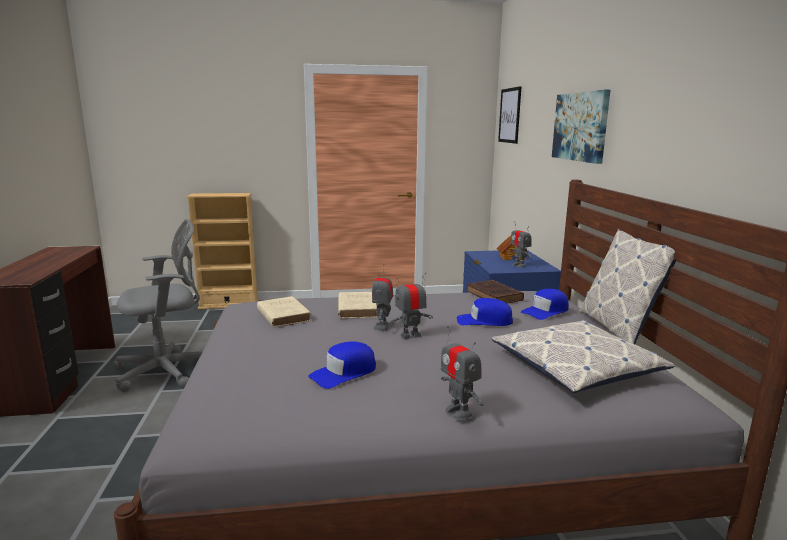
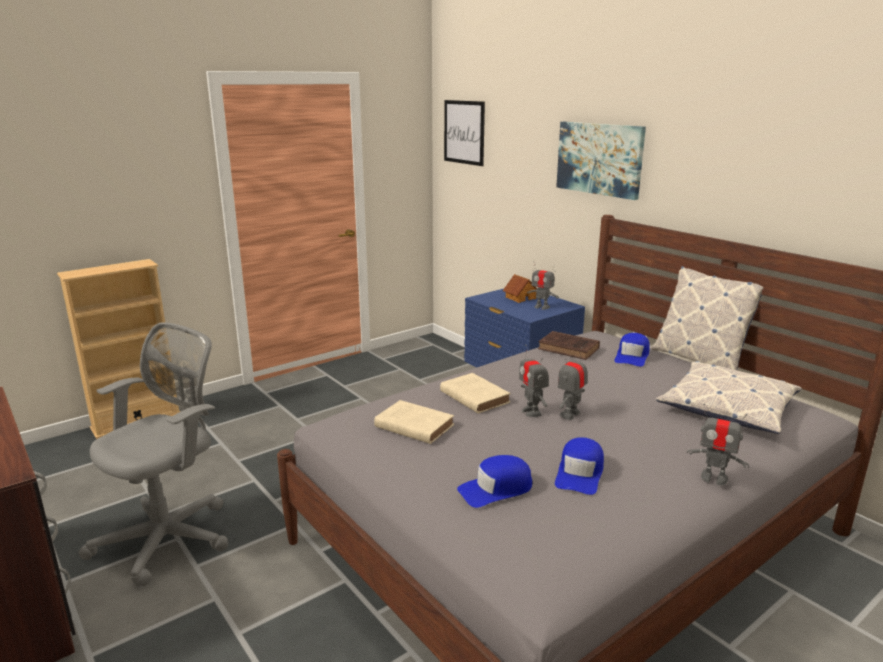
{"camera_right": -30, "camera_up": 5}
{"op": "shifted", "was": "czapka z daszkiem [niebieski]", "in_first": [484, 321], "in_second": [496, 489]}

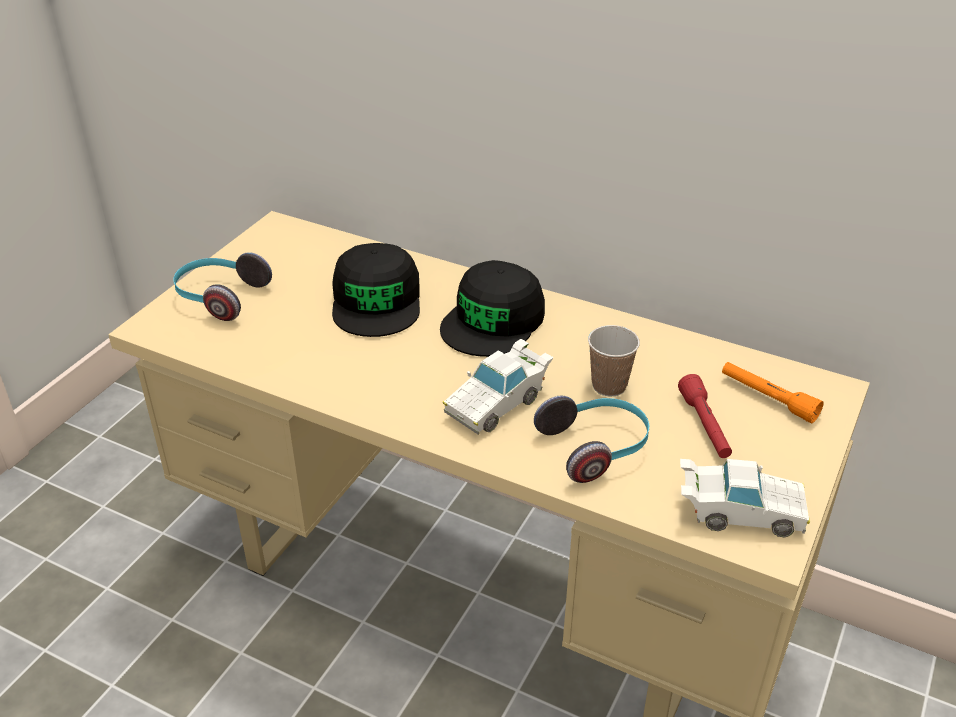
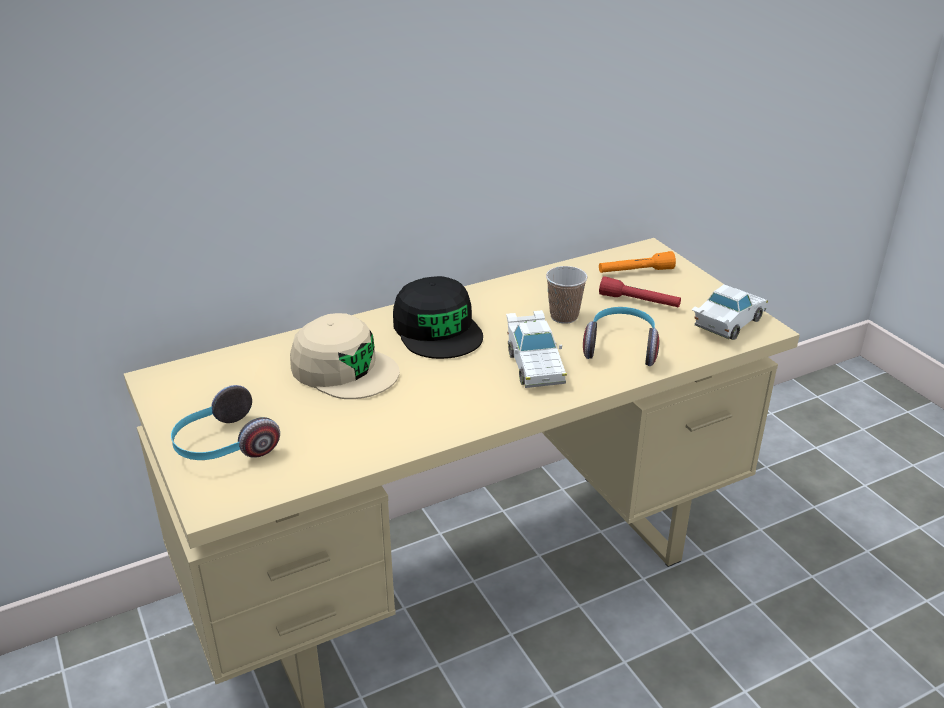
{"camera_right": -55, "camera_up": -5}
{"op": "repainted", "was": "czapka z daszkiem [czarny]", "now": "czapka z daszkiem [beżowy]", "in_first": [377, 301], "in_second": [344, 369]}

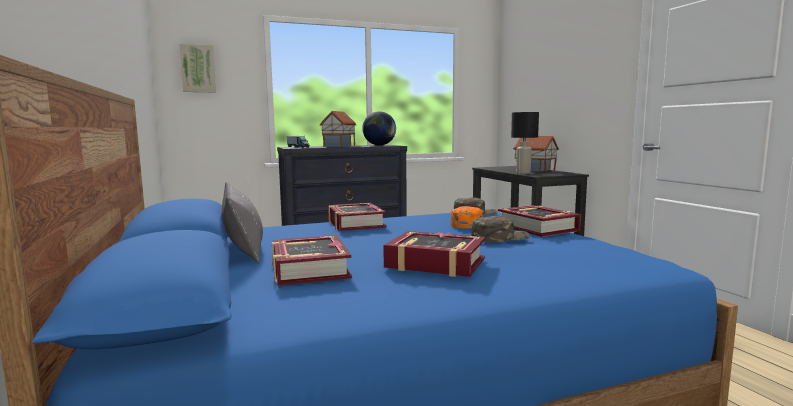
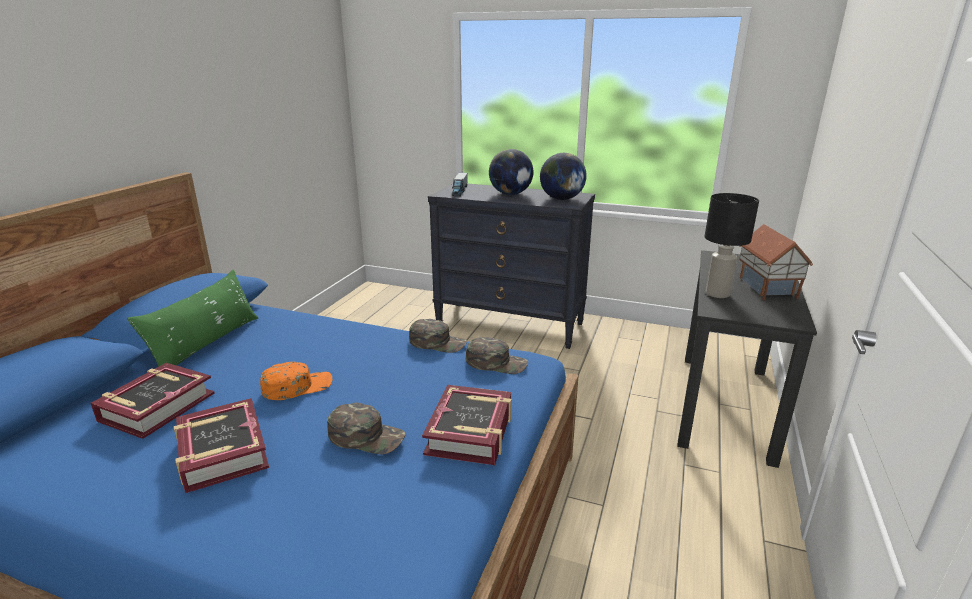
{"camera_right": 40, "camera_up": 15}
{"op": "gone", "was": "obraz", "in_first": [198, 68]}
{"op": "gone", "was": "książka", "in_first": [355, 223]}
{"op": "new", "now": "czapka z daszkiem [zielony]", "in_second": [438, 342]}
{"op": "shifted", "was": "czapka z daszkiem [pomarańczowy]", "in_first": [468, 224], "in_second": [297, 386]}
{"op": "swapped", "was": "domek", "now": "globus", "in_first": [340, 146], "in_second": [510, 194]}
{"op": "repainted", "was": "poduszka [szary]", "now": "poduszka [zielony]", "in_first": [243, 246], "in_second": [207, 344]}

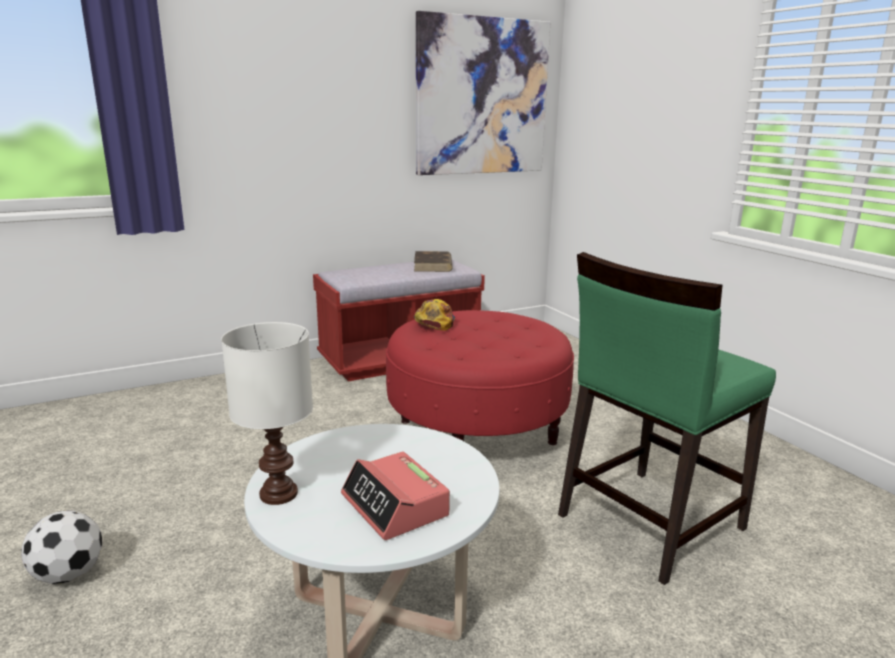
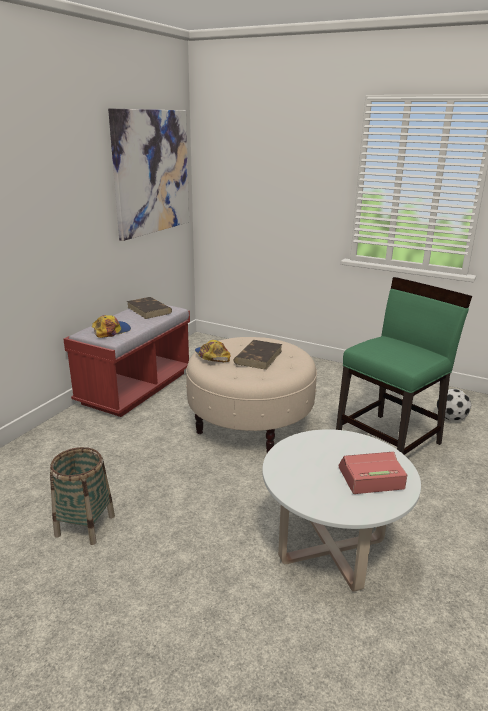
{"camera_right": -35, "camera_up": 5}
{"op": "gone", "was": "lampa stołowa [biały]", "in_first": [280, 494]}
{"op": "new", "now": "koszyk", "in_second": [85, 525]}
{"op": "new", "now": "czapka z daszkiem", "in_second": [111, 331]}
{"op": "new", "now": "książka [brązowy]", "in_second": [258, 357]}
{"op": "shifted", "was": "piłka futbolowa", "in_first": [69, 574], "in_second": [450, 418]}
{"op": "repainted", "was": "pufa [czerwony]", "now": "pufa [beżowy]", "in_first": [476, 431], "in_second": [250, 423]}
{"op": "rotated", "was": "budzik", "in_first": [395, 506], "in_second": [370, 478], "clockwise": 150}
{"op": "rotated", "was": "krzesło [zielony]", "in_first": [648, 521], "in_second": [389, 442], "clockwise": -150}

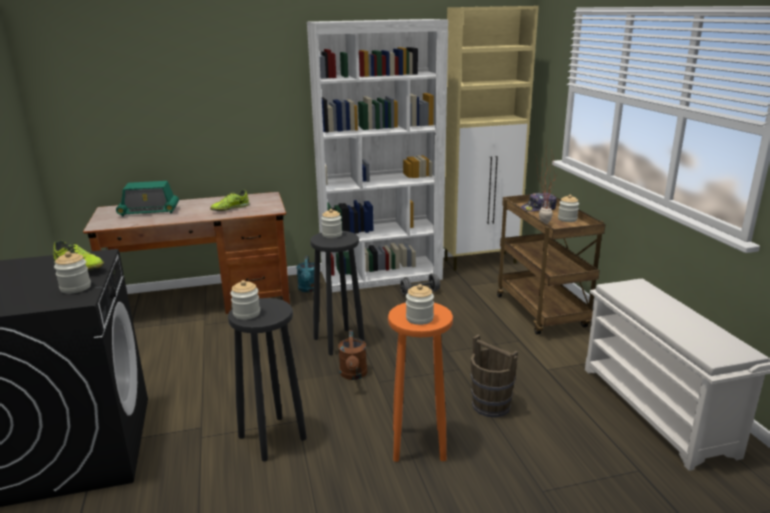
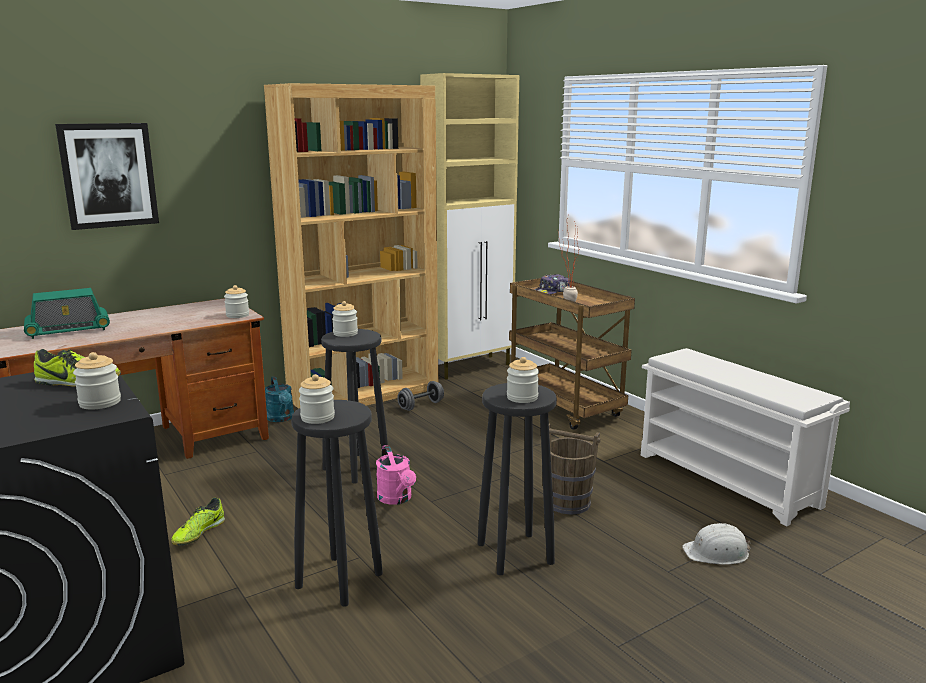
{"camera_right": -20, "camera_up": -5}
{"op": "new", "now": "obraz", "in_second": [109, 175]}
{"op": "new", "now": "kask [biały]", "in_second": [717, 552]}
{"op": "shifted", "was": "but", "in_first": [230, 209], "in_second": [198, 533]}
{"op": "shifted", "was": "słoik", "in_first": [567, 219], "in_second": [237, 315]}
{"op": "repainted", "was": "regał [biały]", "now": "regał [brązowy]", "in_first": [382, 276], "in_second": [364, 394]}
{"op": "repainted", "was": "konewka [brązowy]", "now": "konewka [różowy]", "in_first": [353, 375], "in_second": [397, 499]}
{"op": "repainted", "was": "stołek [pomarańczowy]", "now": "stołek [czarny]", "in_first": [418, 443], "in_second": [514, 552]}

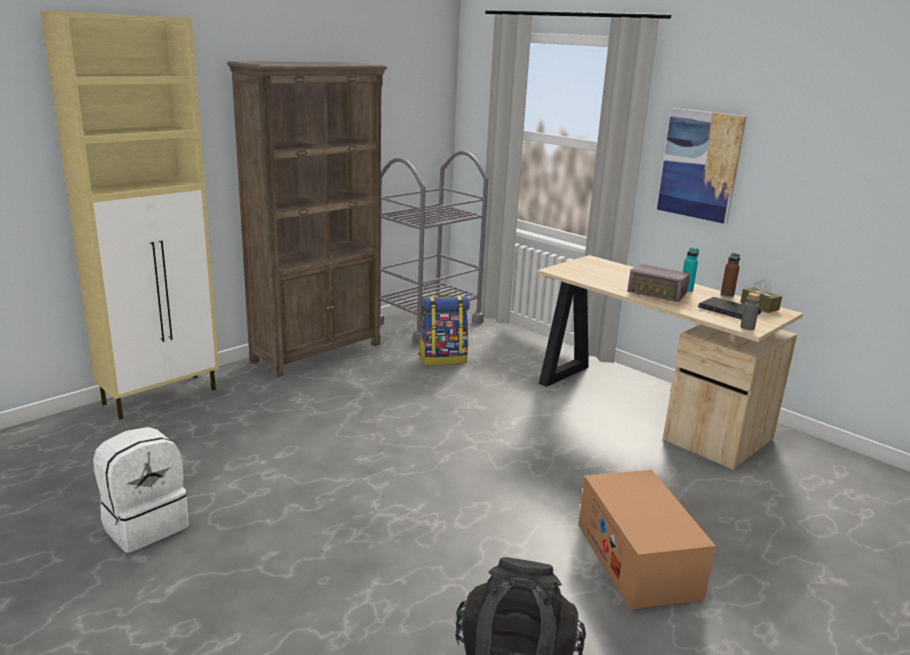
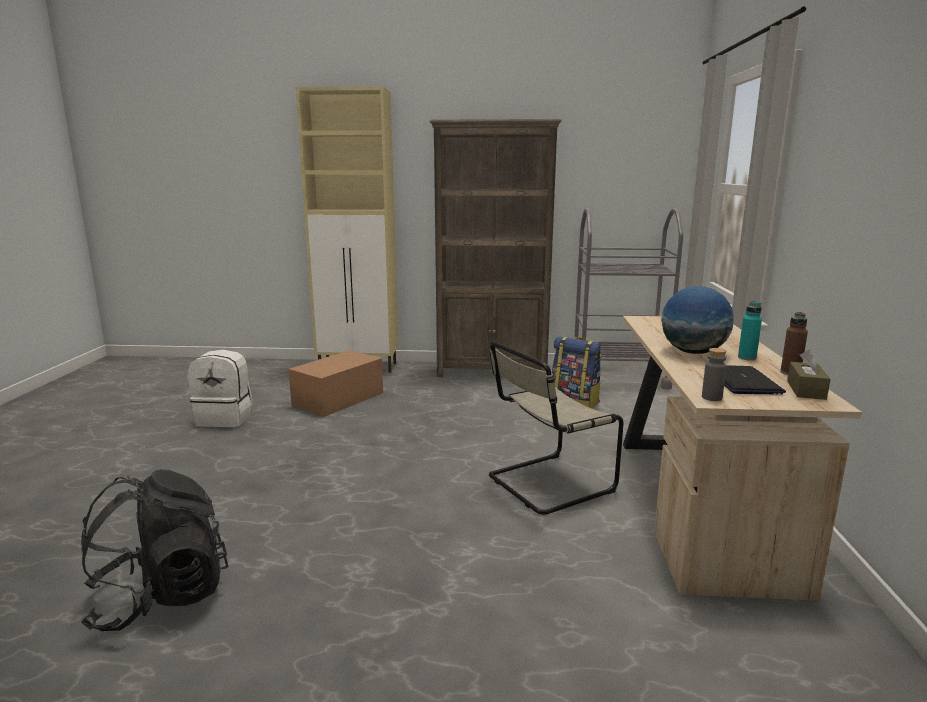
{"camera_right": 50, "camera_up": -5}
{"op": "gone", "was": "obraz", "in_first": [700, 165]}
{"op": "new", "now": "krzesło [beżowy]", "in_second": [546, 484]}
{"op": "shifted", "was": "karton", "in_first": [637, 559], "in_second": [338, 399]}
{"op": "swapped", "was": "radio", "now": "globus", "in_first": [657, 294], "in_second": [693, 352]}

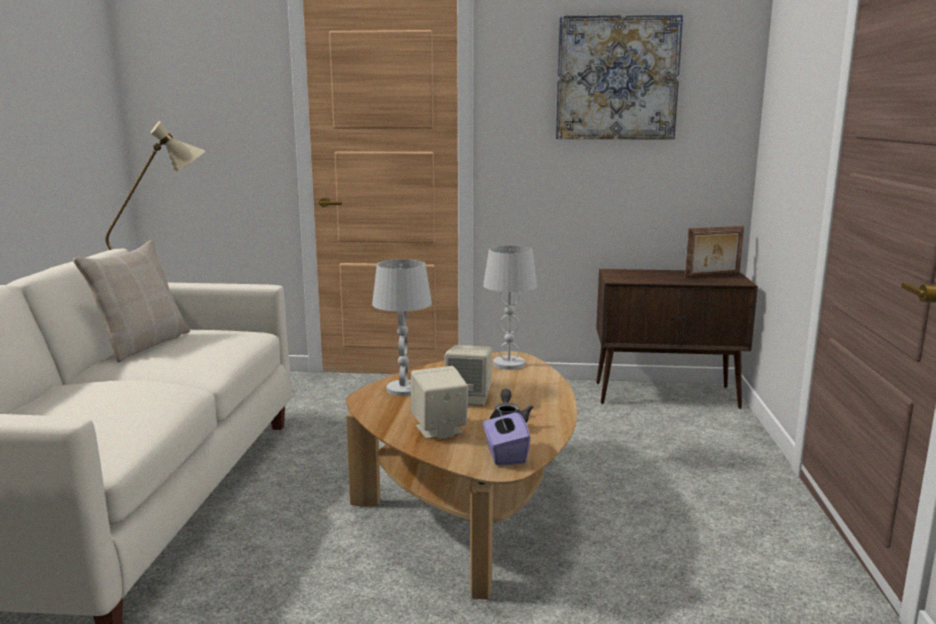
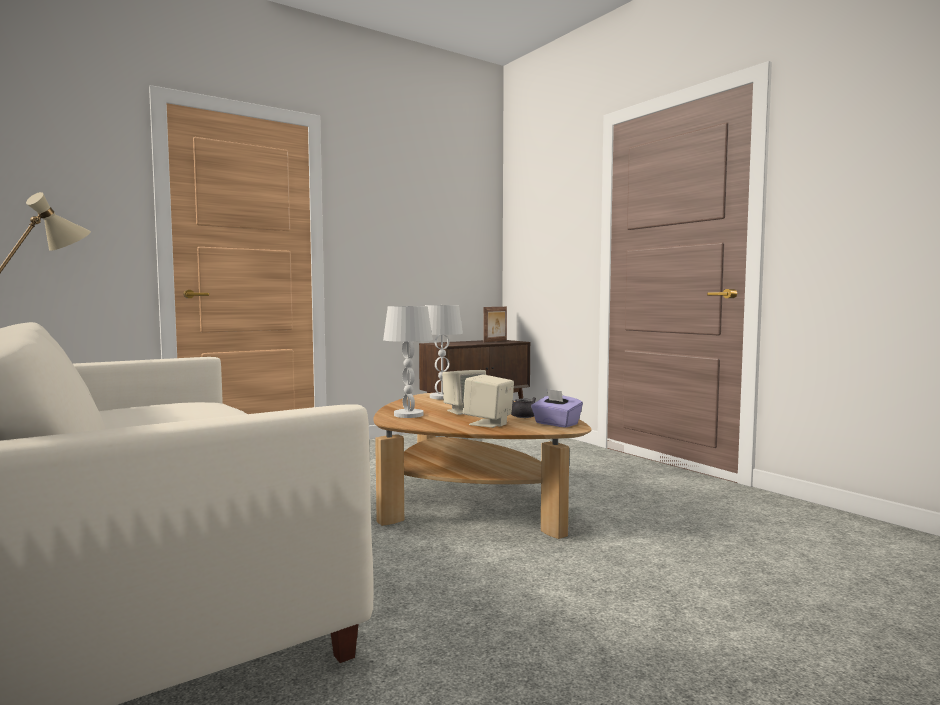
{"camera_right": -40, "camera_up": -10}
{"op": "gone", "was": "poduszka [beżowy]", "in_first": [142, 345]}
{"op": "gone", "was": "obraz", "in_first": [617, 78]}

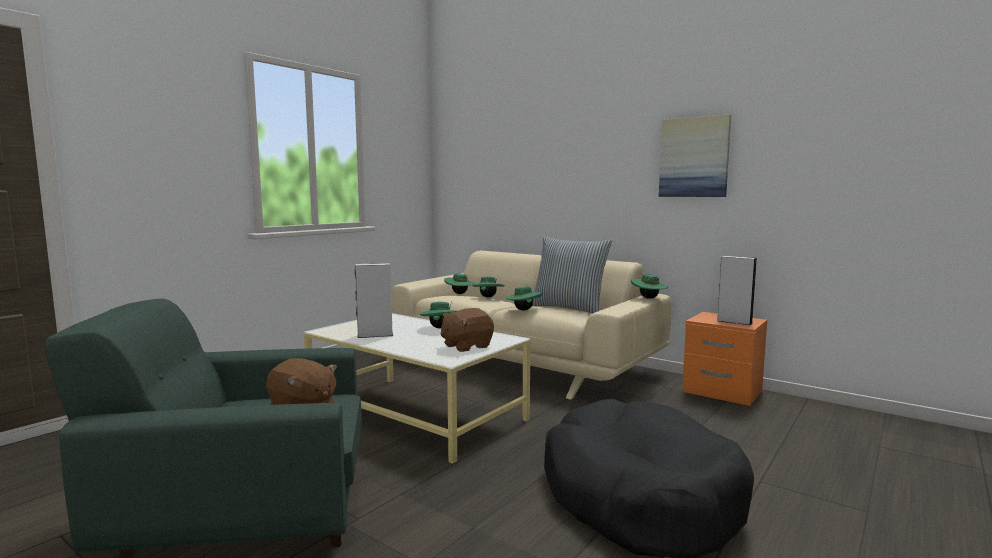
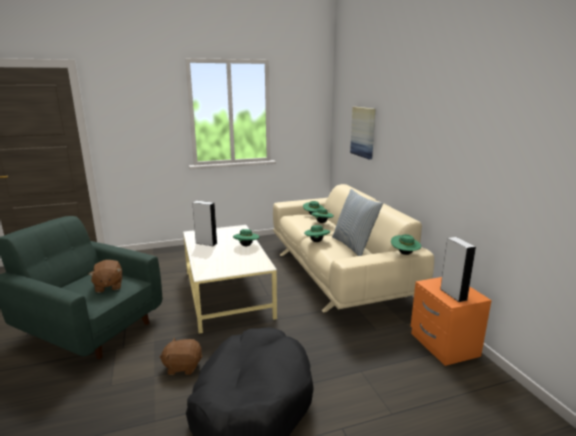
{"camera_right": 35, "camera_up": 10}
{"op": "shifted", "was": "pluszak [brązowy]", "in_first": [466, 346], "in_second": [183, 366]}
{"op": "shifted", "was": "obraz", "in_first": [694, 157], "in_second": [363, 132]}

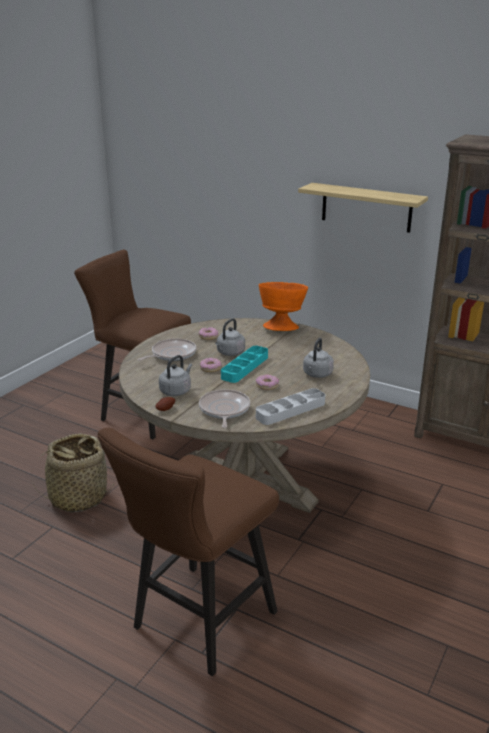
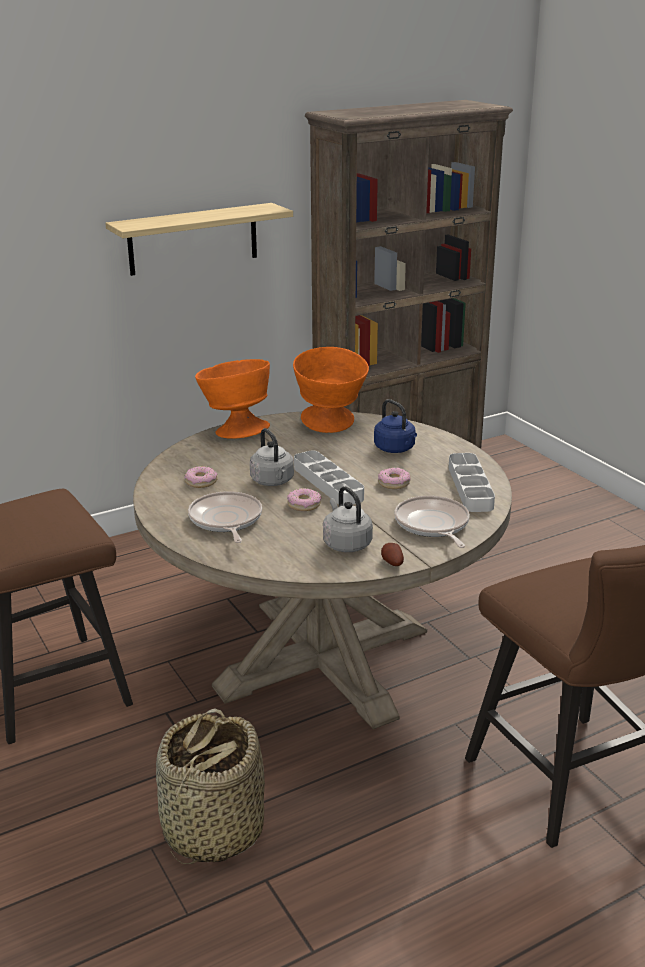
{"camera_right": -60, "camera_up": 0}
{"op": "new", "now": "miska [pomarańczowy]", "in_second": [330, 426]}
{"op": "repainted", "was": "taca [turkusowy]", "now": "taca [szary]", "in_first": [245, 367], "in_second": [328, 483]}
{"op": "repainted", "was": "czajnik [szary]", "now": "czajnik [niebieski]", "in_first": [317, 374], "in_second": [396, 449]}
{"op": "rotated", "was": "patelnia", "in_first": [224, 410], "in_second": [432, 525], "clockwise": 45}

